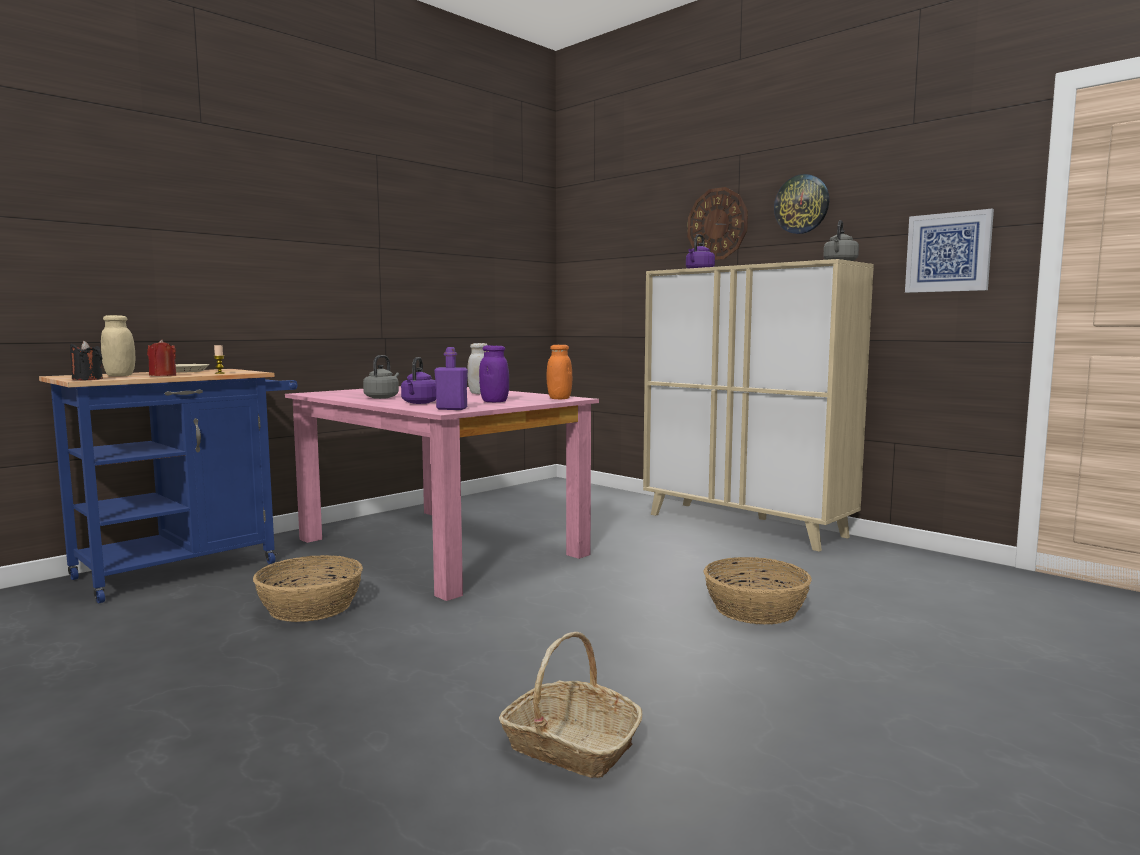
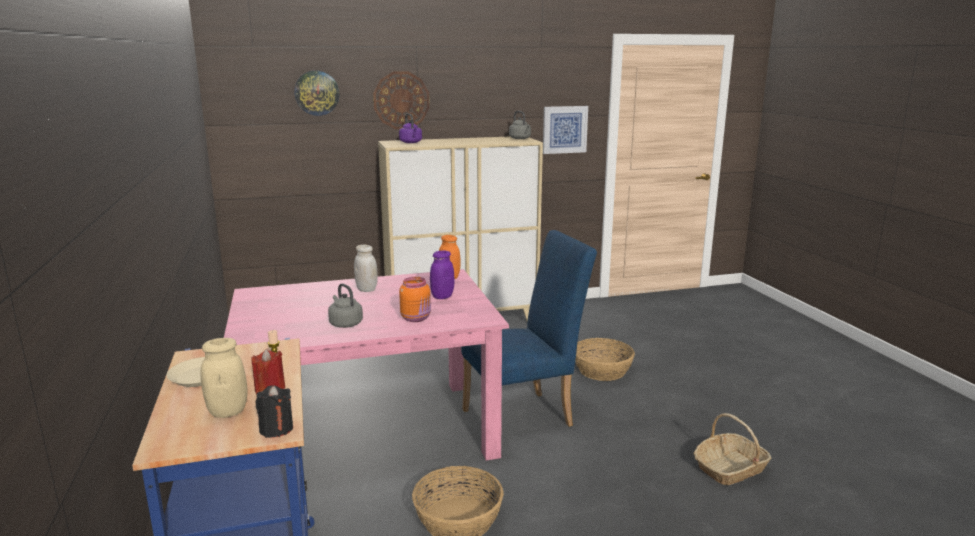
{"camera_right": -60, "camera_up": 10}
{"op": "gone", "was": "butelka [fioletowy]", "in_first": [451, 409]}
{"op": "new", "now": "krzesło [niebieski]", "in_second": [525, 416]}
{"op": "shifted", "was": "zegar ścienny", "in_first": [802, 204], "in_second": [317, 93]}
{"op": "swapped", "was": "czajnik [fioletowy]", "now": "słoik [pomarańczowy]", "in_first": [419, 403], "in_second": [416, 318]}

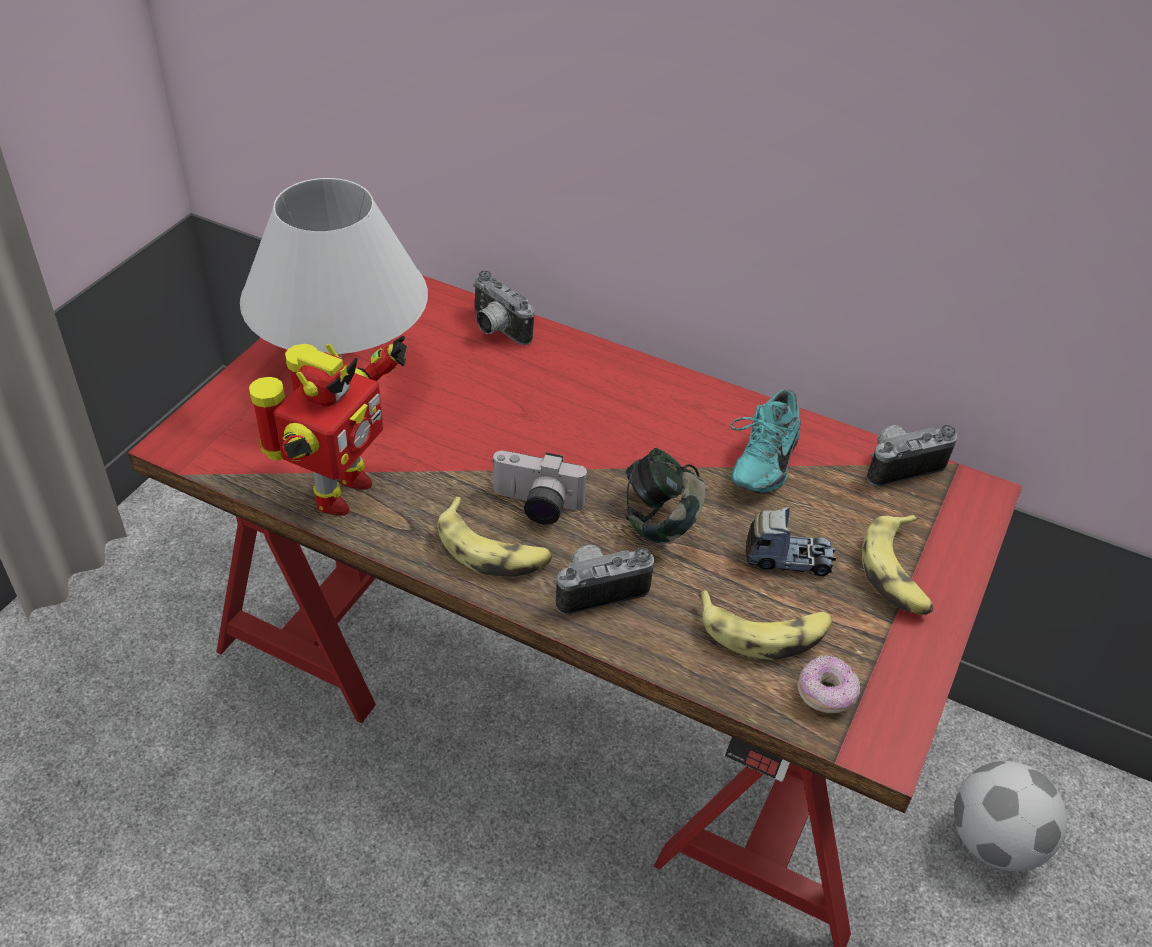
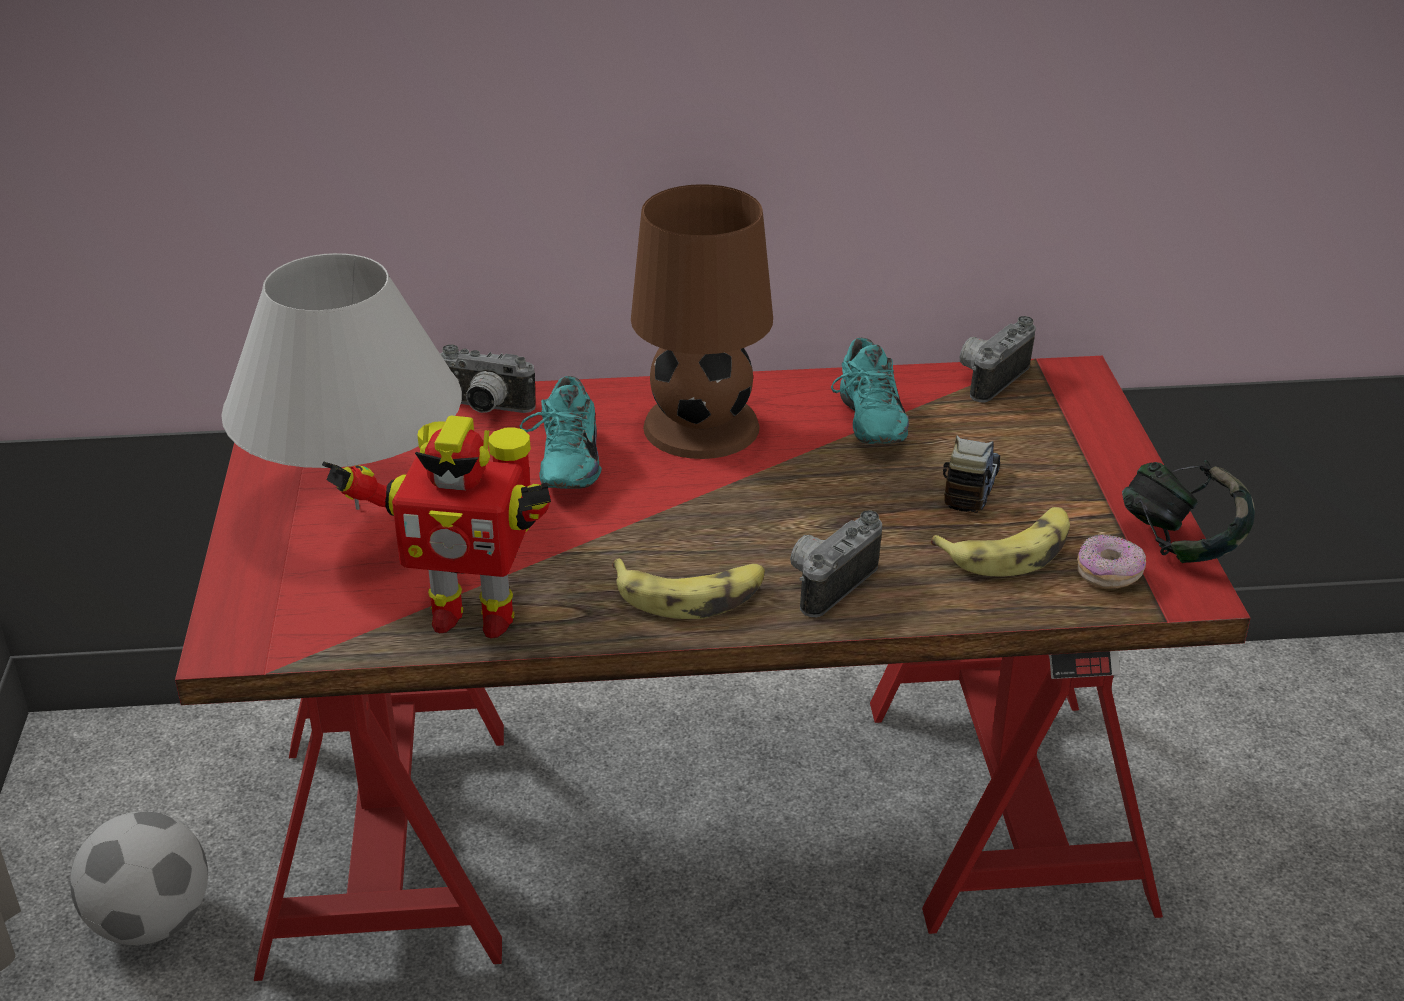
{"camera_right": -30, "camera_up": -10}
{"op": "gone", "was": "aparat fotograficzny", "in_first": [535, 506]}
{"op": "gone", "was": "banan", "in_first": [898, 573]}
{"op": "new", "now": "but [turkusowy]", "in_second": [564, 465]}
{"op": "new", "now": "lampa stołowa [brązowy]", "in_second": [702, 426]}
{"op": "shifted", "was": "słuchawki", "in_first": [660, 520], "in_second": [1180, 543]}
{"op": "shifted", "was": "piłka futbolowa", "in_first": [995, 842], "in_second": [152, 922]}
{"op": "rotated", "was": "robot zabawkowy", "in_first": [337, 492], "in_second": [470, 615], "clockwise": 105}
{"op": "rotated", "was": "ciężarówka zabawkowa", "in_first": [788, 558], "in_second": [970, 488], "clockwise": -45}

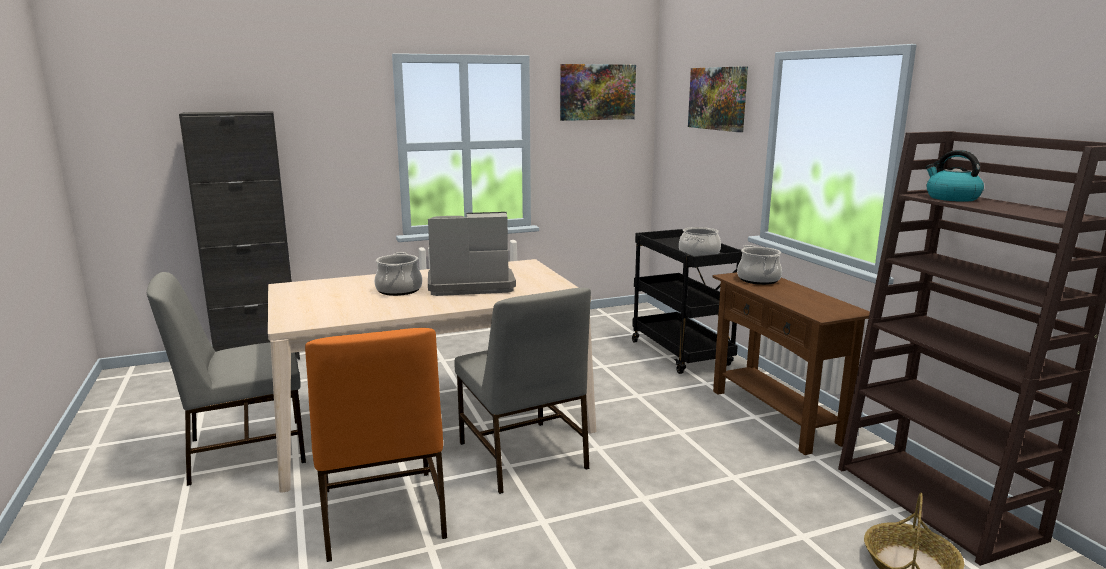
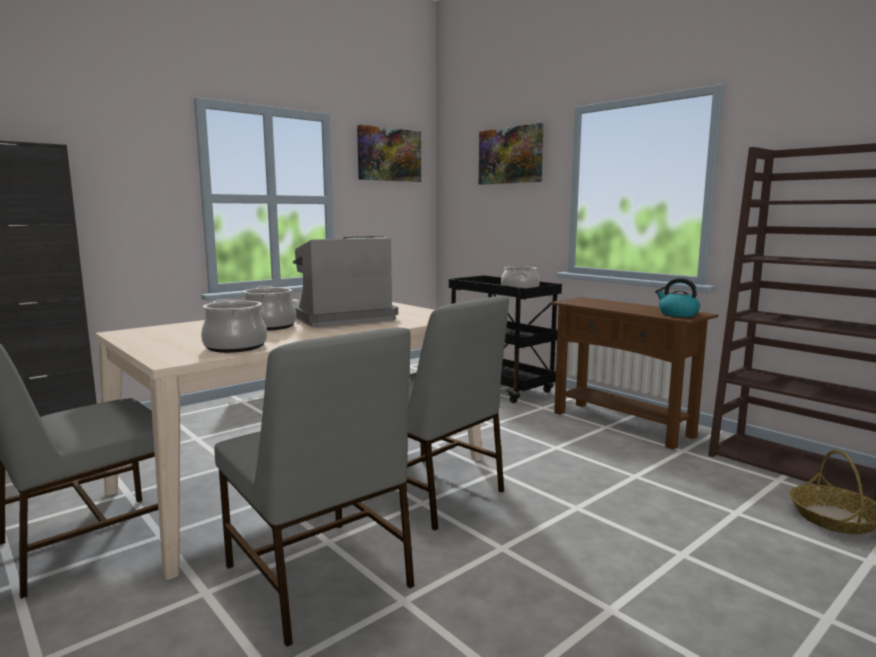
{"camera_right": -20, "camera_up": -5}
{"op": "shifted", "was": "garnek", "in_first": [758, 280], "in_second": [235, 347]}
{"op": "shifted", "was": "czajnik", "in_first": [951, 198], "in_second": [677, 314]}
{"op": "repainted", "was": "krzesło [pomarańczowy]", "now": "krzesło [szary]", "in_first": [381, 515], "in_second": [318, 578]}

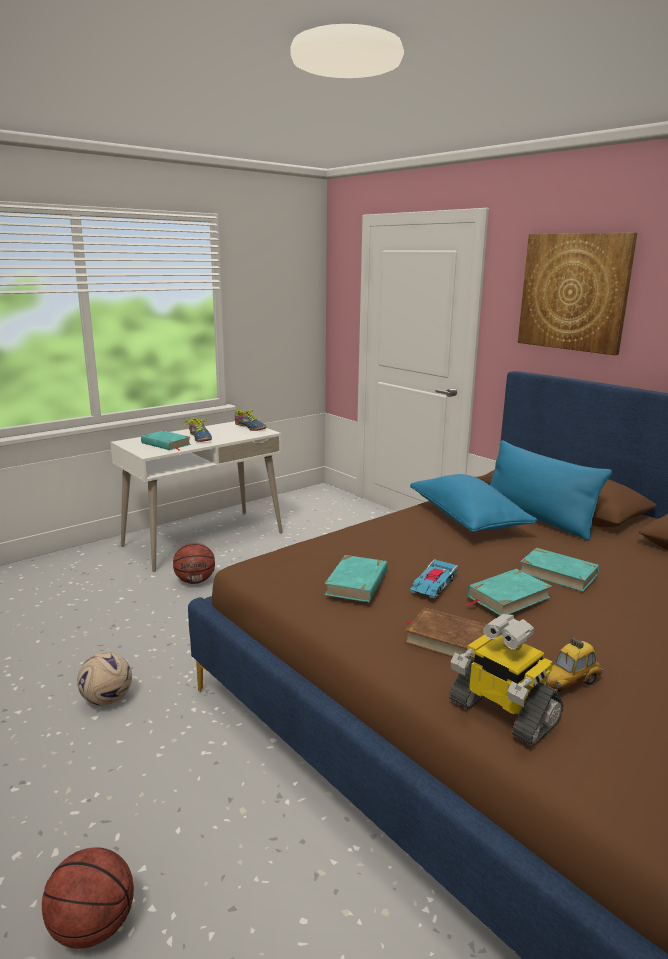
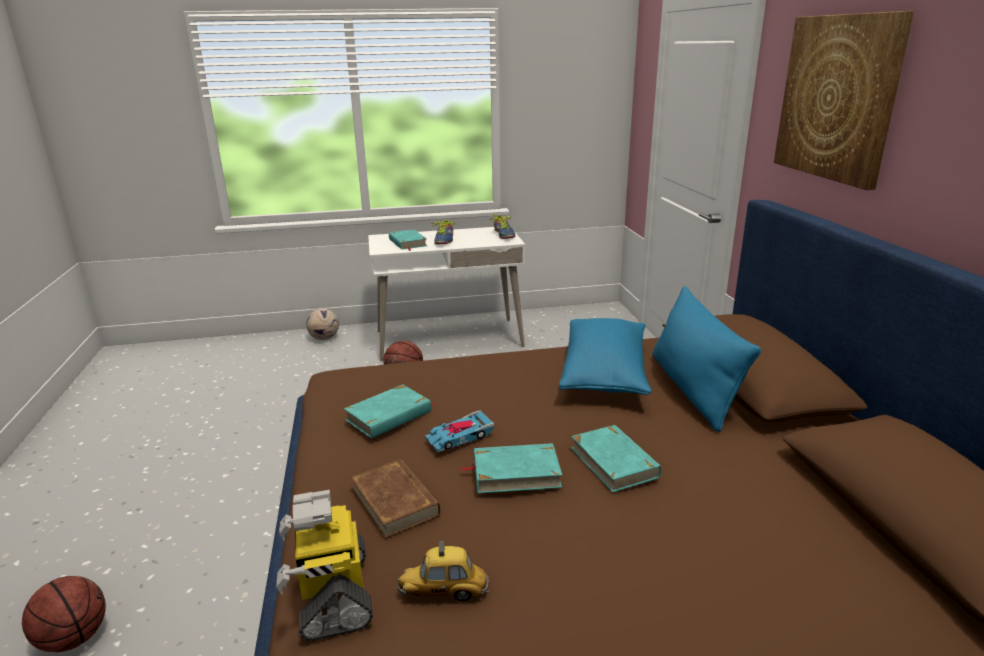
{"camera_right": 30, "camera_up": 5}
{"op": "shifted", "was": "piłka futbolowa", "in_first": [106, 700], "in_second": [324, 338]}

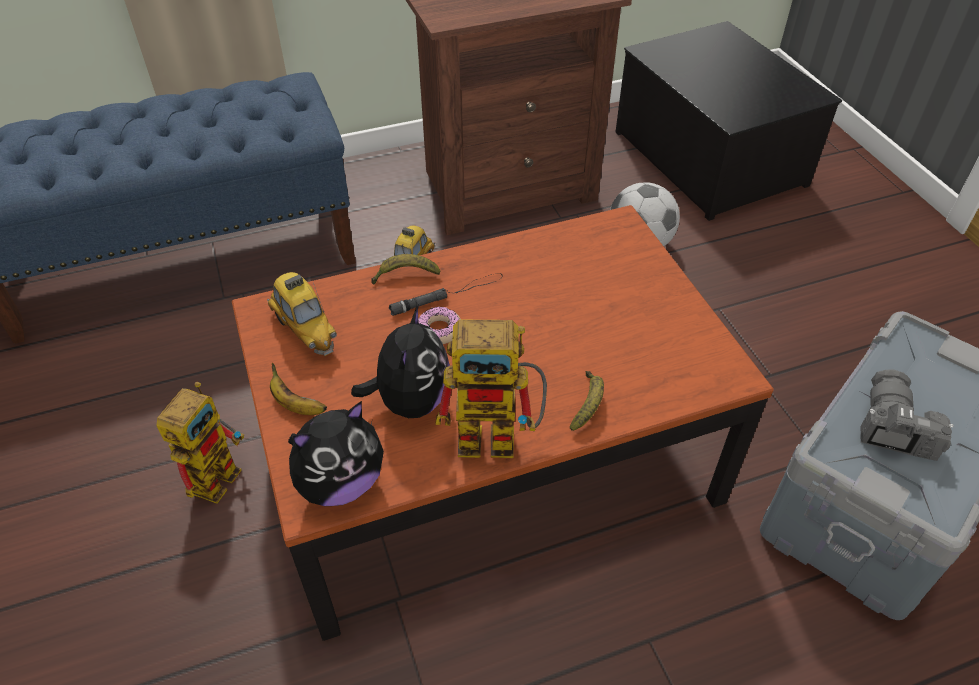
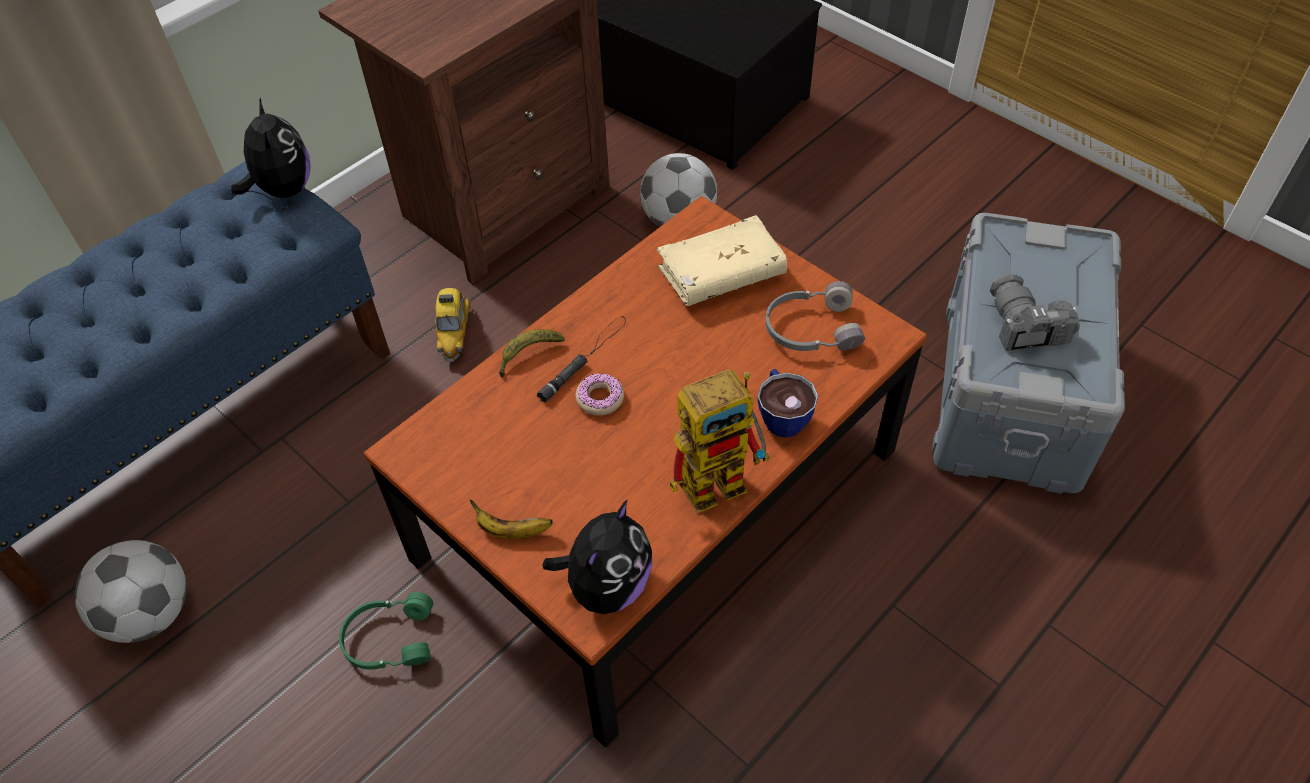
{"camera_right": -25, "camera_up": 5}
{"op": "gone", "was": "samochodzik", "in_first": [305, 329]}
{"op": "new", "now": "piłka futbolowa", "in_second": [151, 613]}
{"op": "new", "now": "książka [beżowy]", "in_second": [721, 274]}
{"op": "new", "now": "słuchawki [szary]", "in_second": [811, 328]}
{"op": "shifted", "was": "pluszak", "in_first": [410, 401], "in_second": [283, 189]}
{"op": "swapped", "was": "robot zabawkowy", "now": "słuchawki [zielony]", "in_first": [218, 471], "in_second": [389, 638]}
{"op": "swapped", "was": "banan", "now": "filiżanka", "in_first": [588, 405], "in_second": [781, 415]}

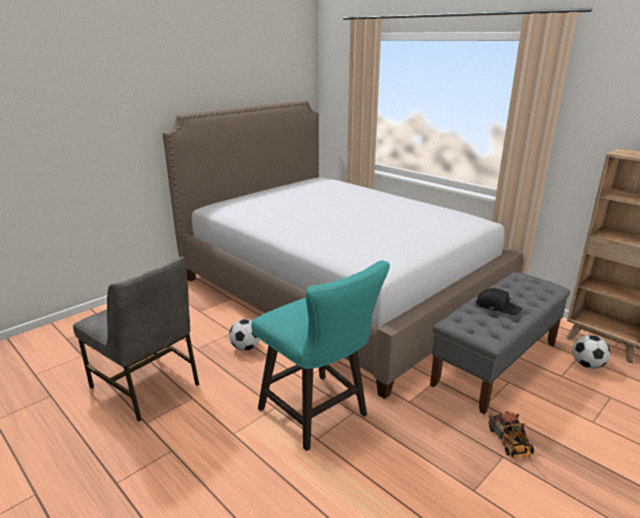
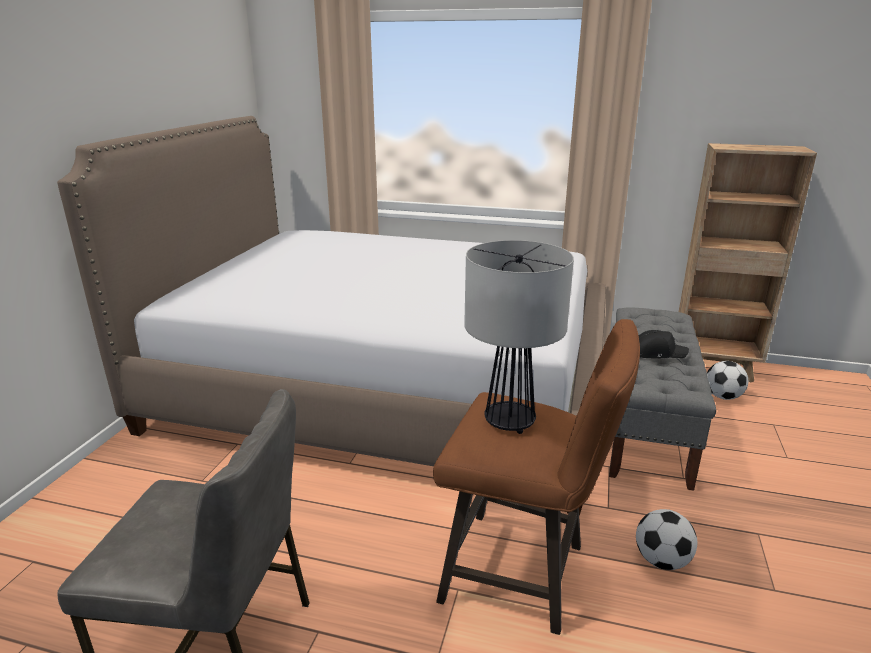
{"camera_right": -30, "camera_up": 0}
{"op": "gone", "was": "ciężarówka zabawkowa", "in_first": [510, 444]}
{"op": "new", "now": "lampa stołowa", "in_second": [508, 422]}
{"op": "shifted", "was": "piłka futbolowa", "in_first": [246, 347], "in_second": [661, 560]}
{"op": "repainted", "was": "stołek [turkusowy]", "now": "stołek [brązowy]", "in_first": [318, 415], "in_second": [525, 574]}

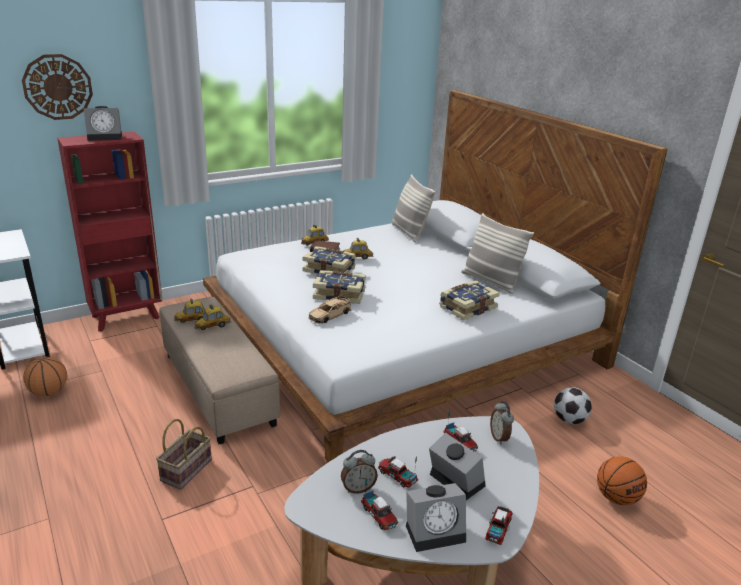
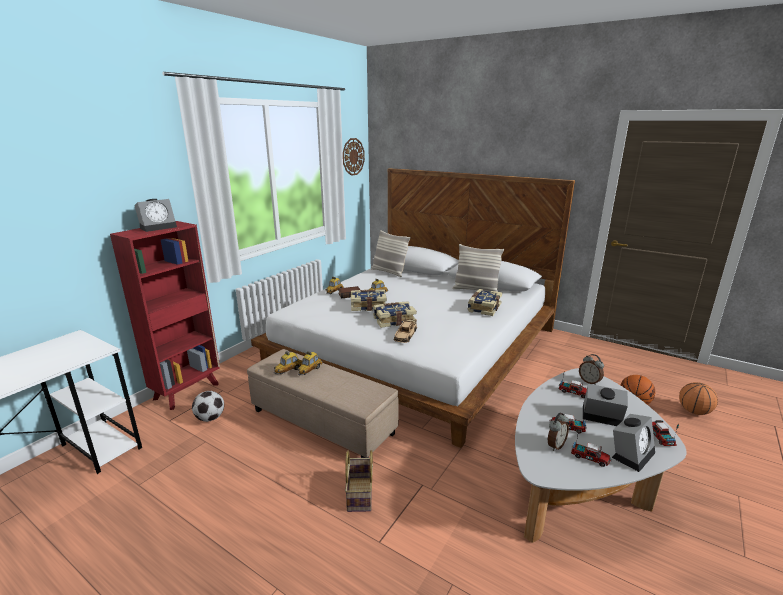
{"camera_right": -25, "camera_up": -5}
{"op": "shifted", "was": "zegar ścienny", "in_first": [57, 87], "in_second": [353, 156]}
{"op": "shifted", "was": "piłka do koszykówki", "in_first": [49, 392], "in_second": [694, 411]}
{"op": "shifted", "was": "piłka futbolowa", "in_first": [569, 420], "in_second": [210, 418]}

